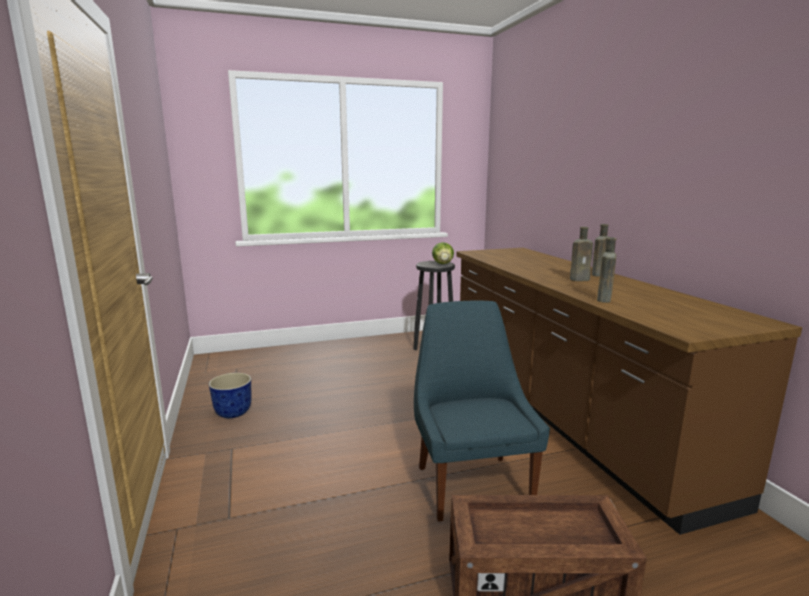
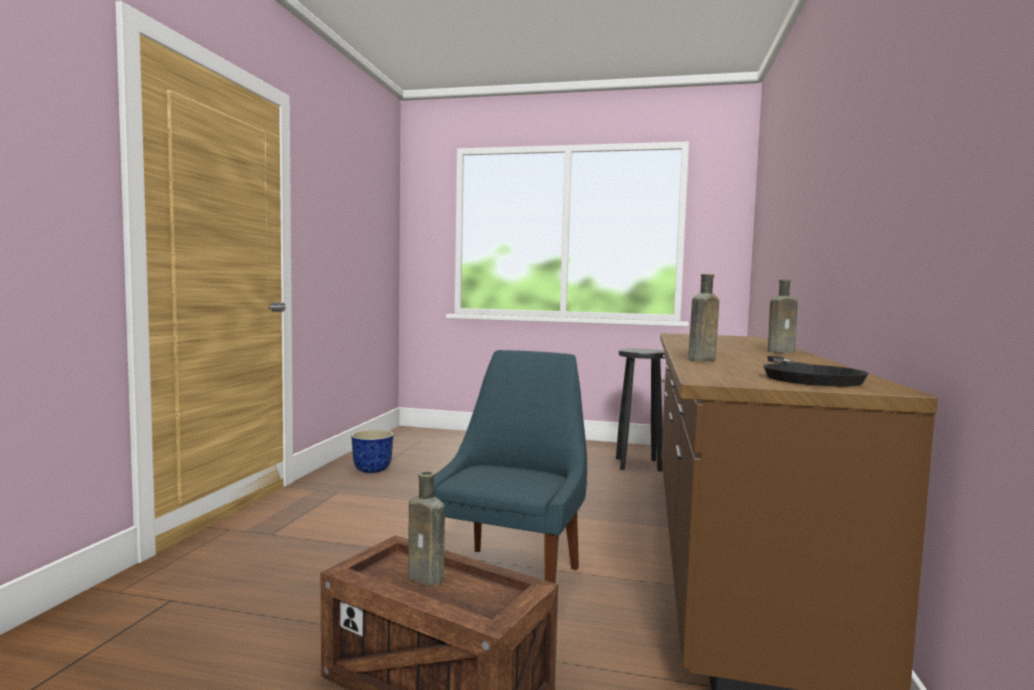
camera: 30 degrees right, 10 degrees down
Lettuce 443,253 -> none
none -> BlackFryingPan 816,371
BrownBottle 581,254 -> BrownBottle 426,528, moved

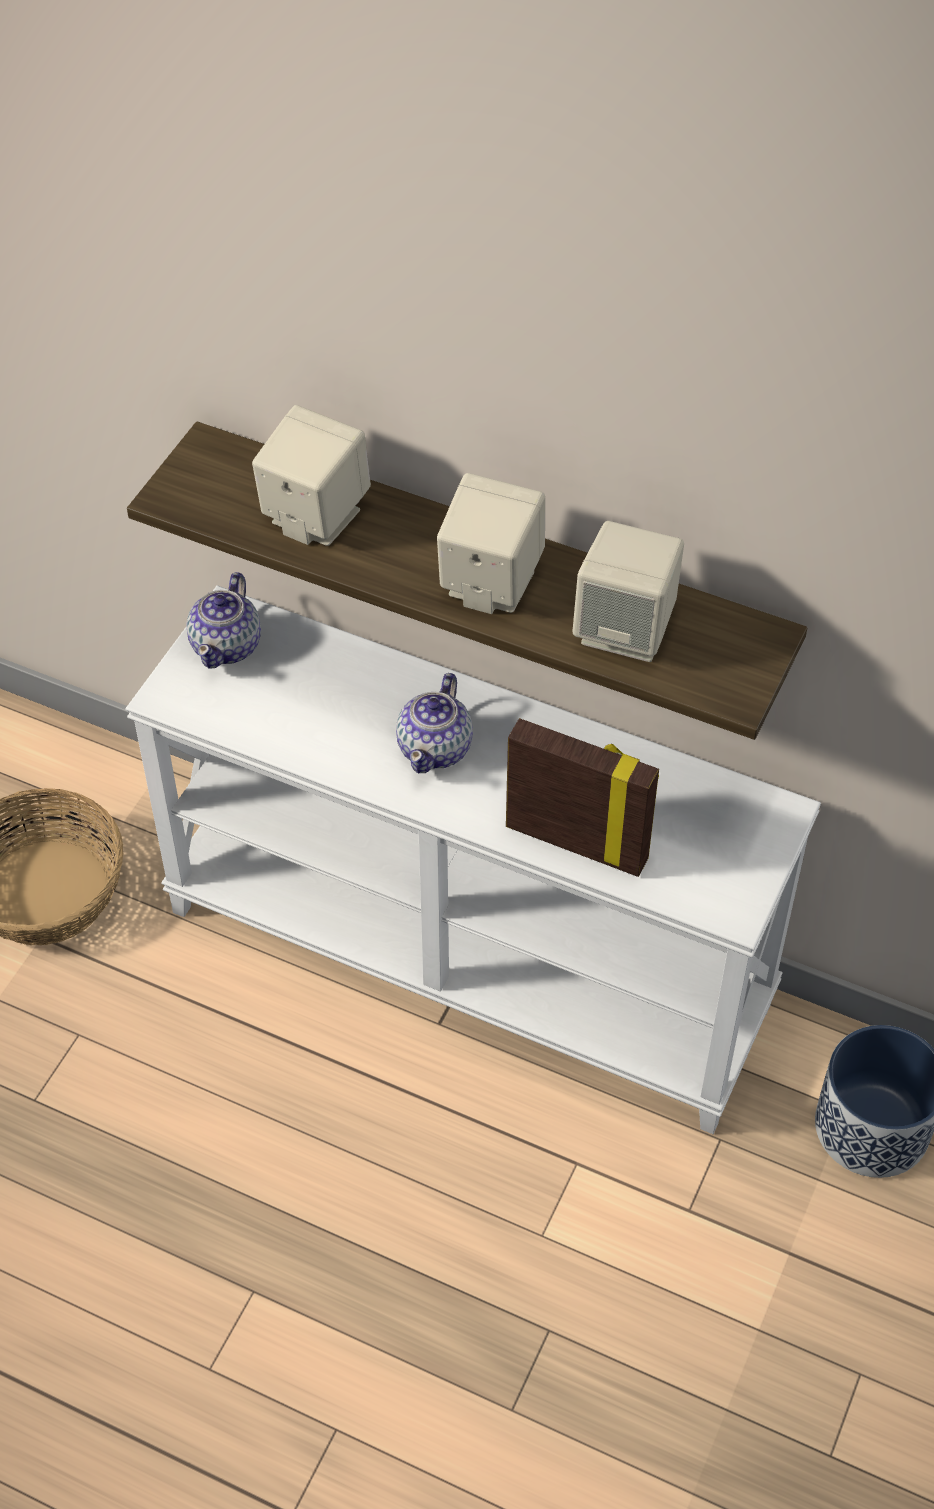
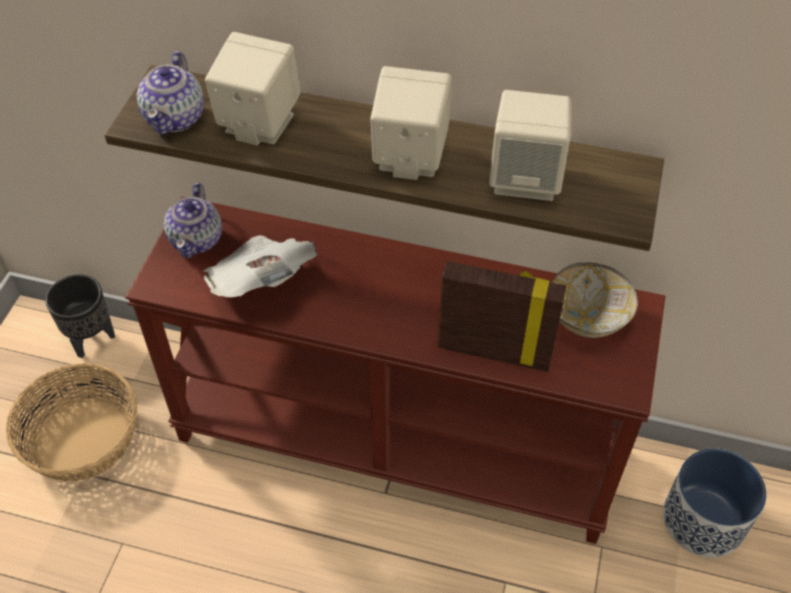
camera: 10 degrees left, 0 degrees up
none -> BlackPlanter 80,316
none -> Newspaper 260,266
none -> Bowl 595,300
Teapot 434,723 -> Teapot 170,93, moved
WhiteConsoleTable 473,859 -> BrownConsoleTable 395,370

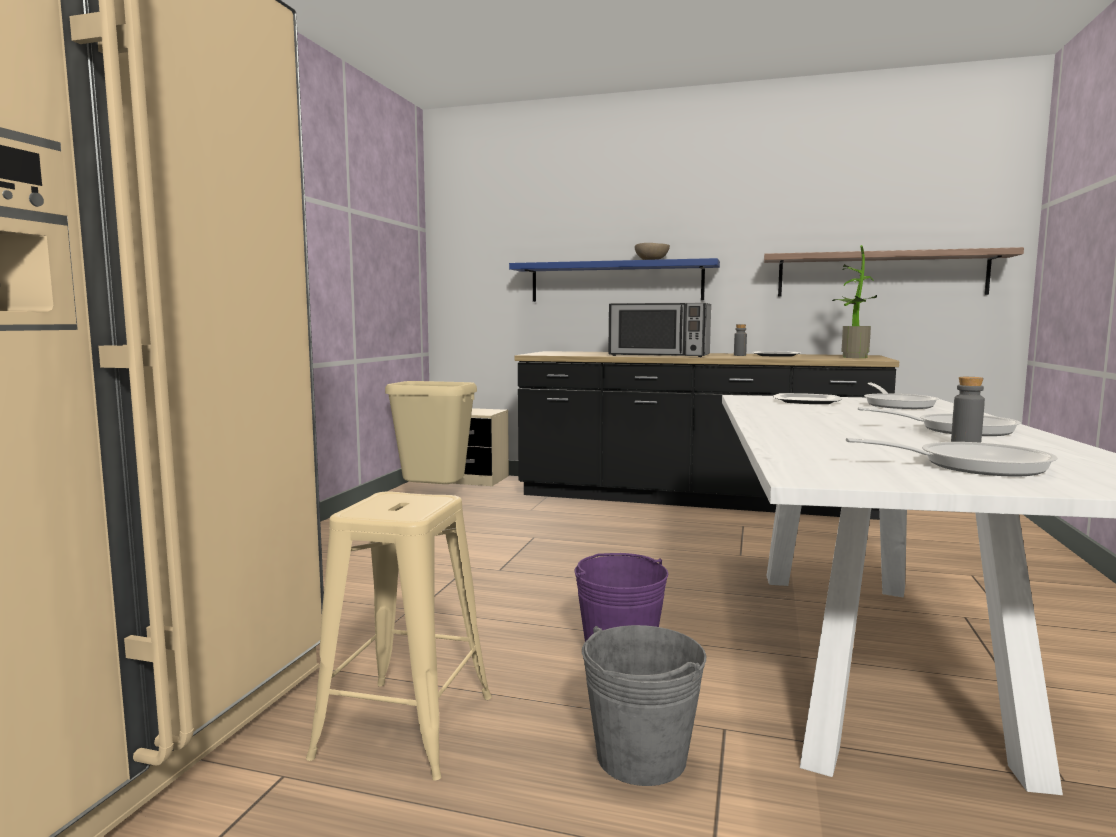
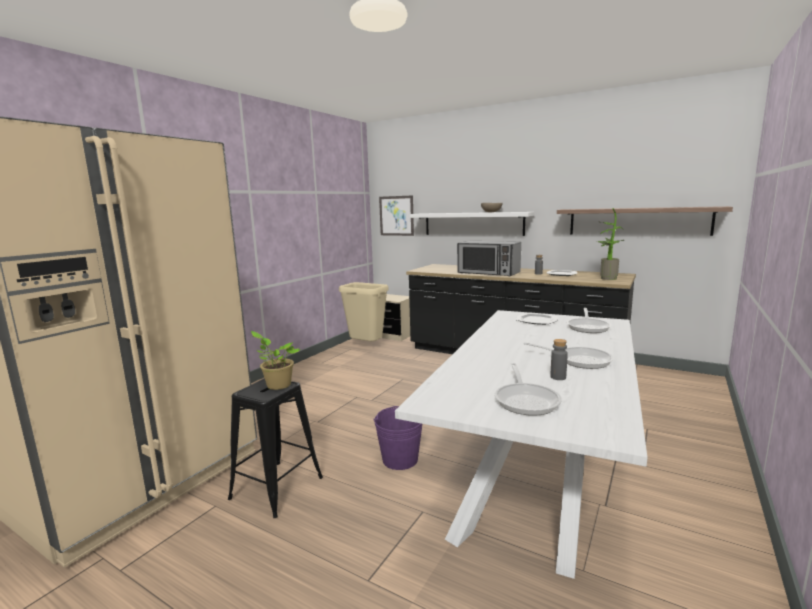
camera: 15 degrees right, 5 degrees up
GreyBucket 644,705 -> none
none -> PottedPlant 276,360
none -> Picture 396,215
BeigeStool 399,636 -> BlackStool 275,448
BlueShelf 614,280 -> WhiteShelf 472,224
FryingPan 952,457 -> FryingPan 528,389, 75 degrees clockwise

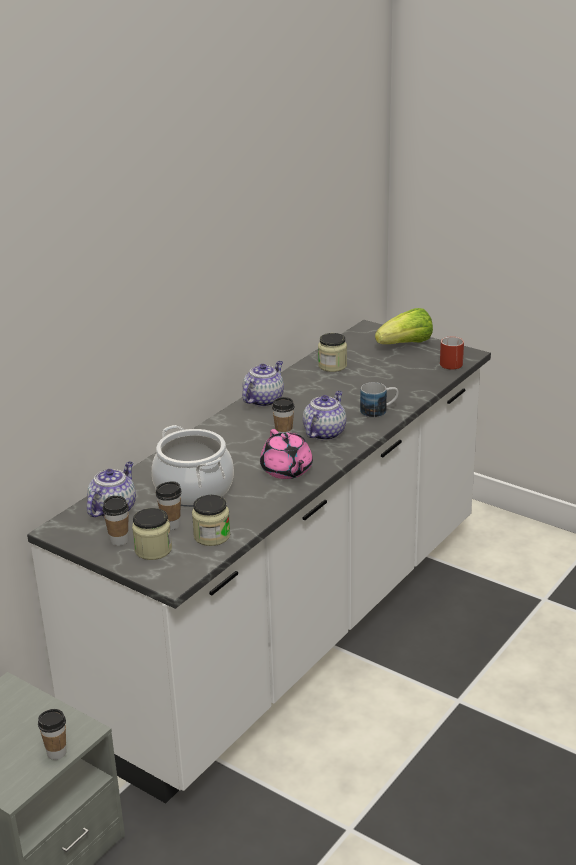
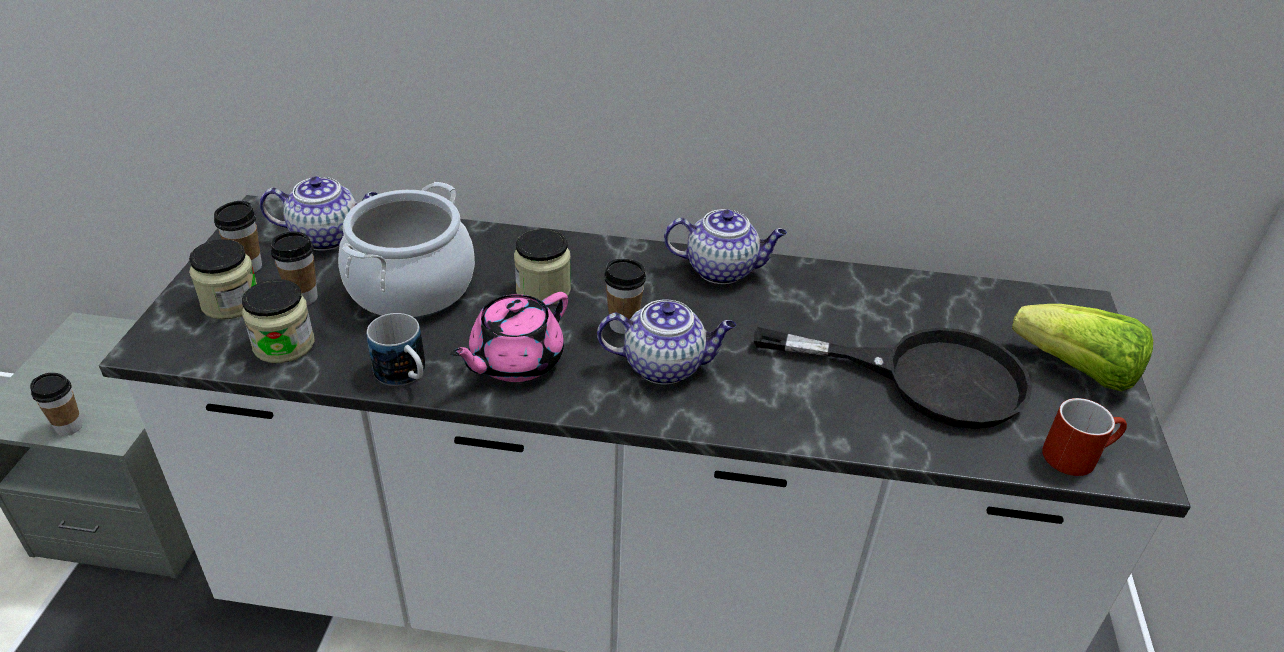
camera: 60 degrees right, 10 degrees up
none -> BlackFryingPan 893,378
Jar 332,352 -> Jar 542,267, moved
Mug 379,400 -> Mug 396,349, moved

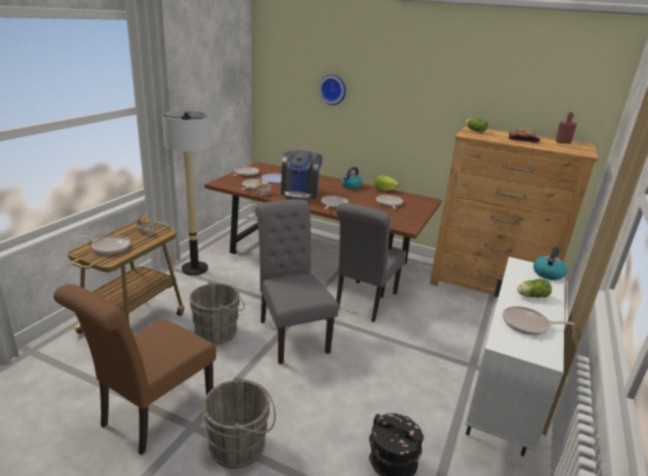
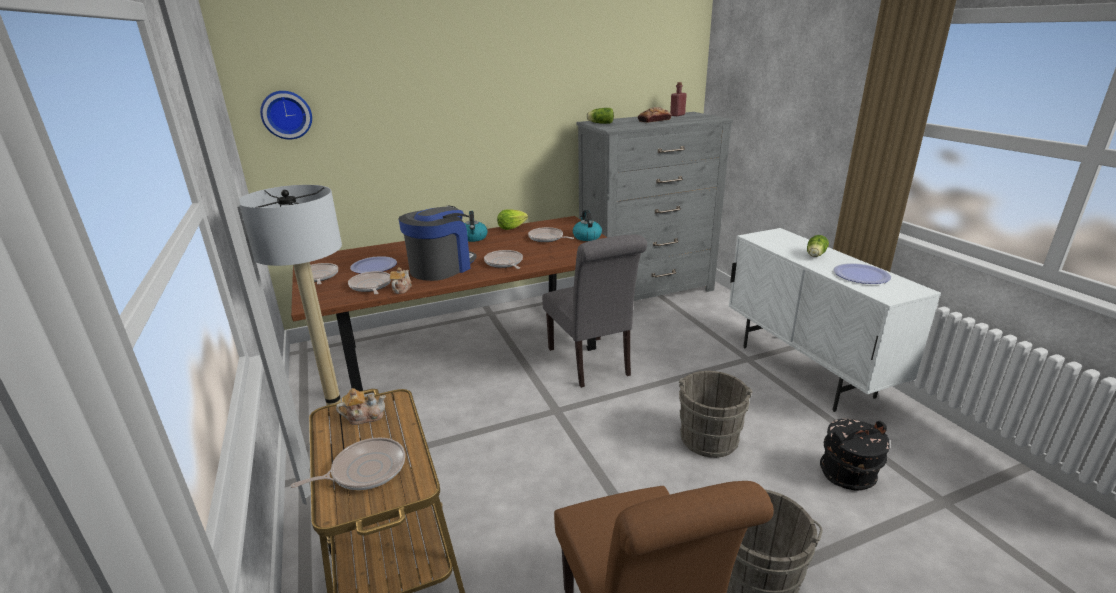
camera: 45 degrees left, 0 degrees up
GreyChair 297,281 -> none
GreyBucket 217,313 -> GreyBucket 715,414, moved
WallClock 332,89 -> WallClock 286,115, moved
Kettle 550,263 -> Kettle 587,225, moved
FryingPan 538,320 -> Plate 862,273
BrownDresser 514,210 -> GreyDresser 654,206
CoffeeMachine 302,175 -> CoffeeMachine 437,243, 105 degrees counterclockwise

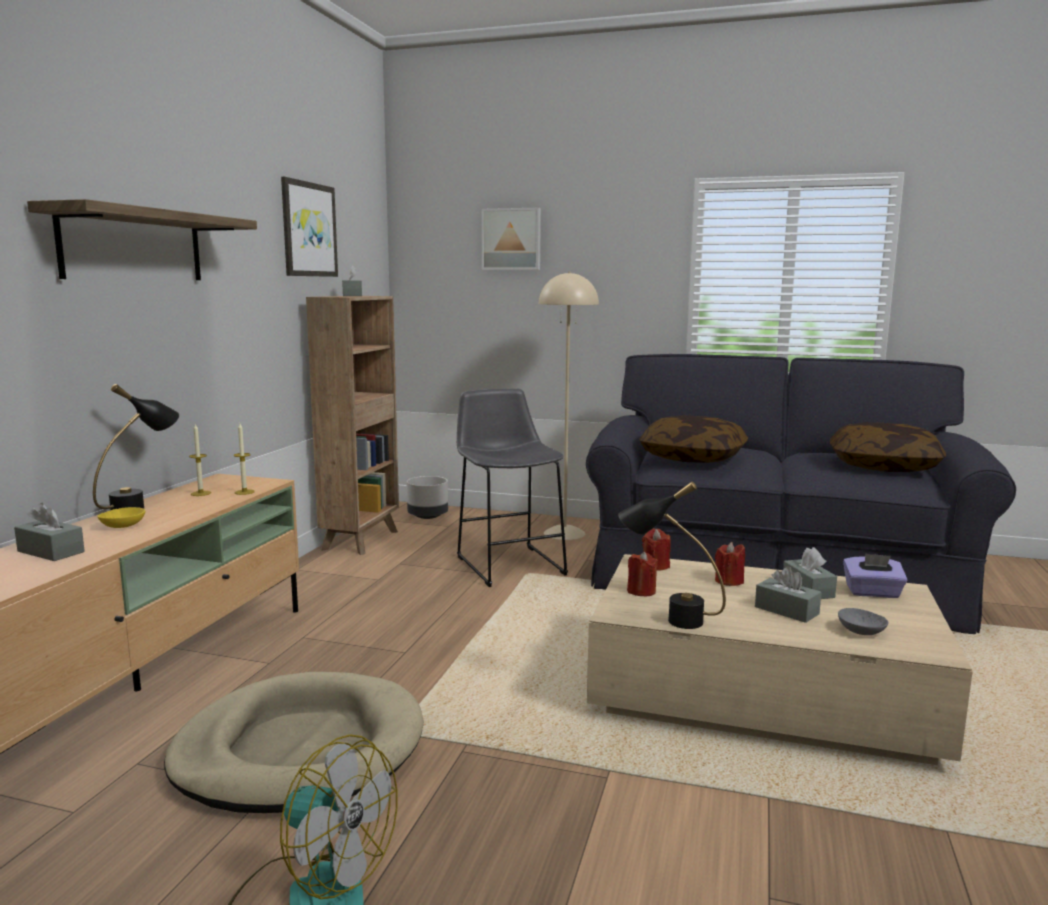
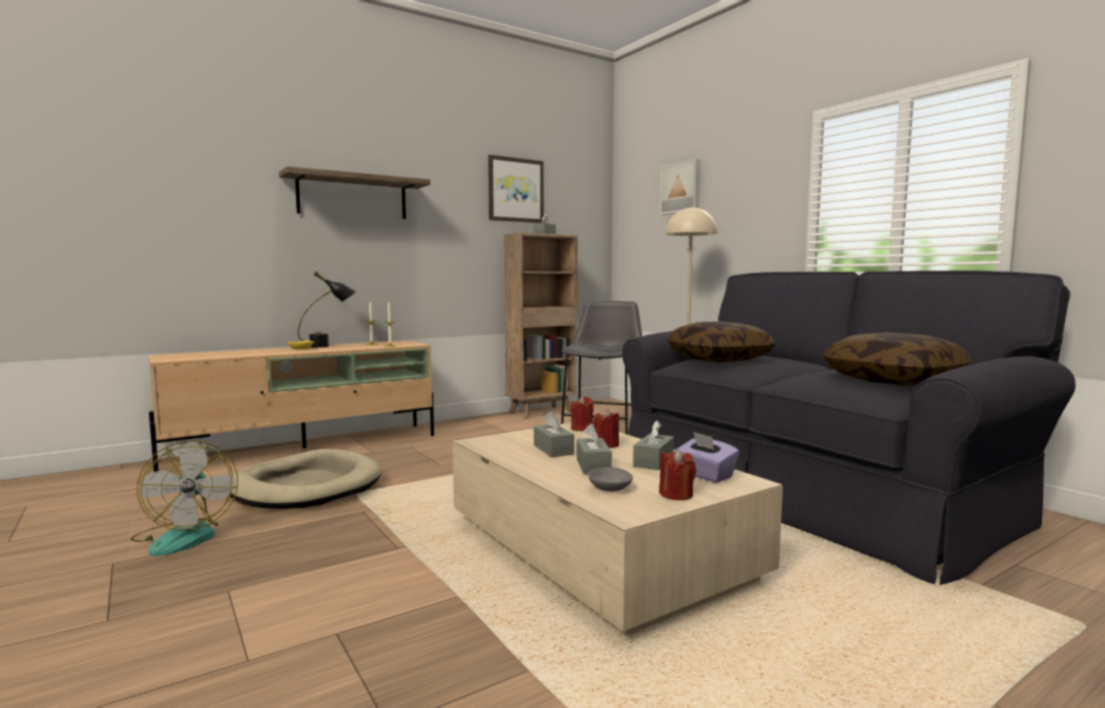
camera: 40 degrees right, 5 degrees down
GreyPlanter 427,497 -> none
BlackTableLamp 672,555 -> none
GreyTissueBox 49,532 -> GreyTissueBox 554,434, moved
RedCandle 642,574 -> RedCandle 677,474, moved

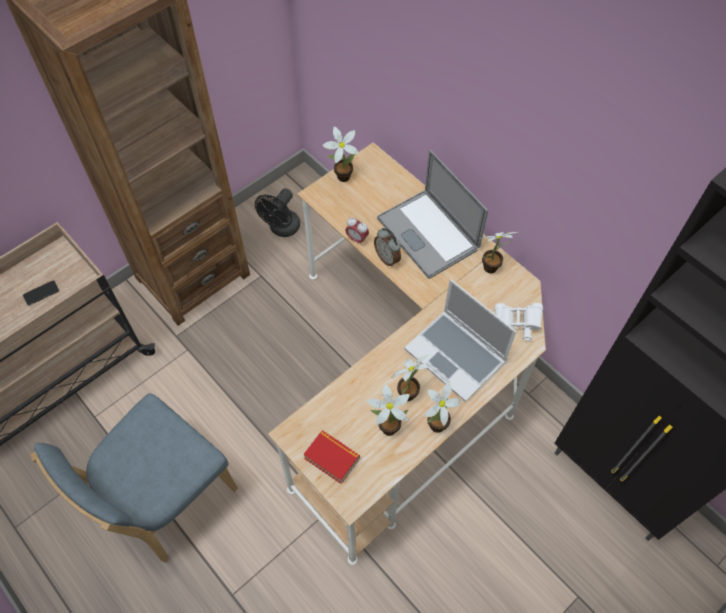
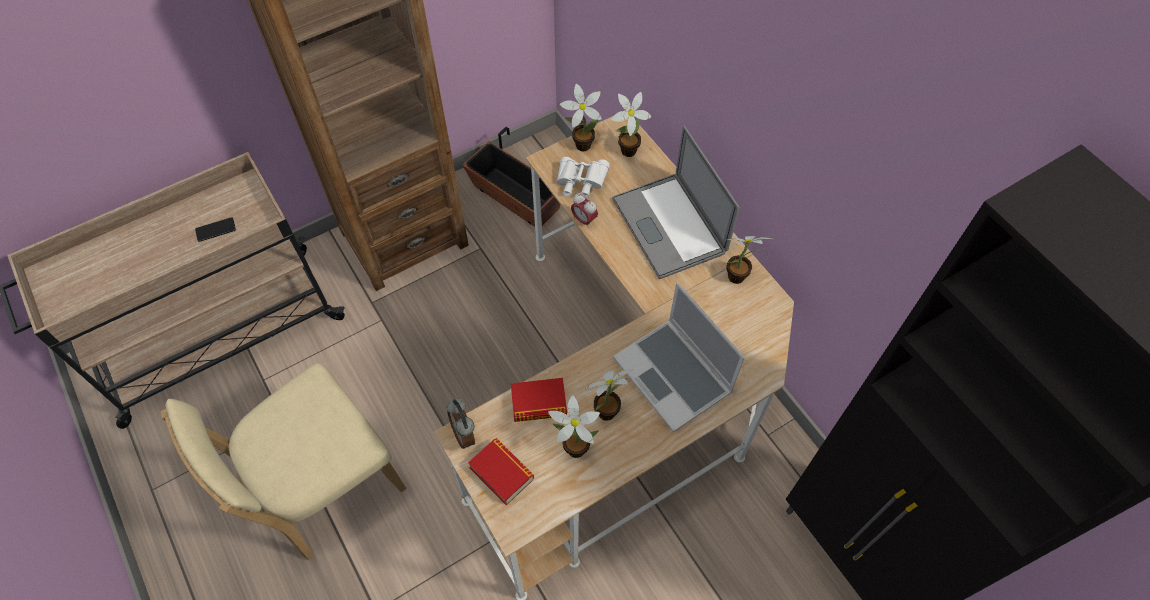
camera: 10 degrees right, 0 degrees up
none -> Book 539,400
AlarmClock 387,247 -> AlarmClock 461,424, moved
PottedPlant 443,407 -> PottedPlant 631,124, moved
WhiteBinoculars 518,322 -> WhiteBinoculars 583,177, moved
BlackFan 277,212 -> Planter 511,177
BlueChair 134,478 -> BeigeChair 283,461

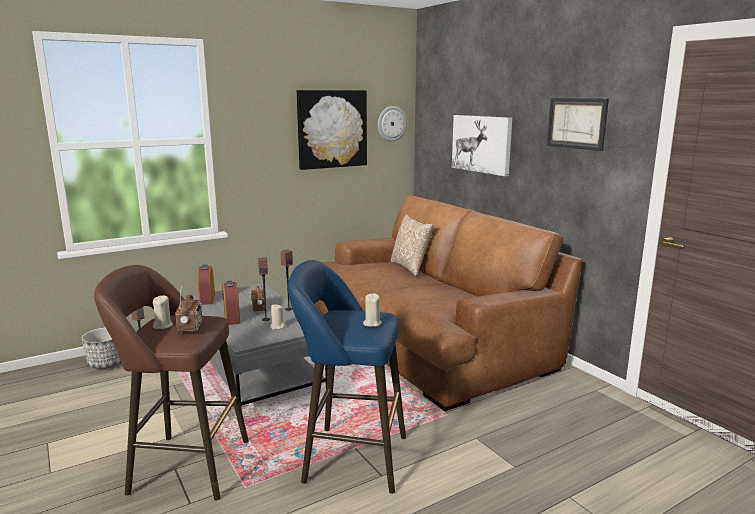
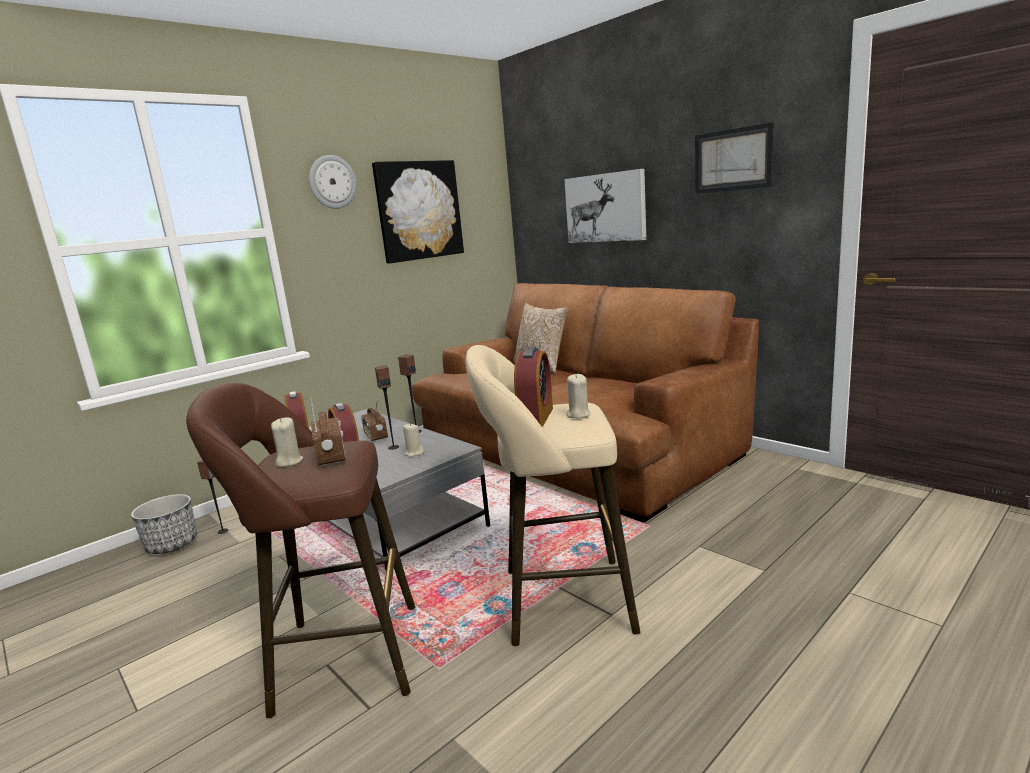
camera: 10 degrees left, 0 degrees up
none -> AlarmClock 533,387
WallClock 392,124 -> WallClock 333,182, moved
BlueStool 347,377 -> BeigeStool 552,495

